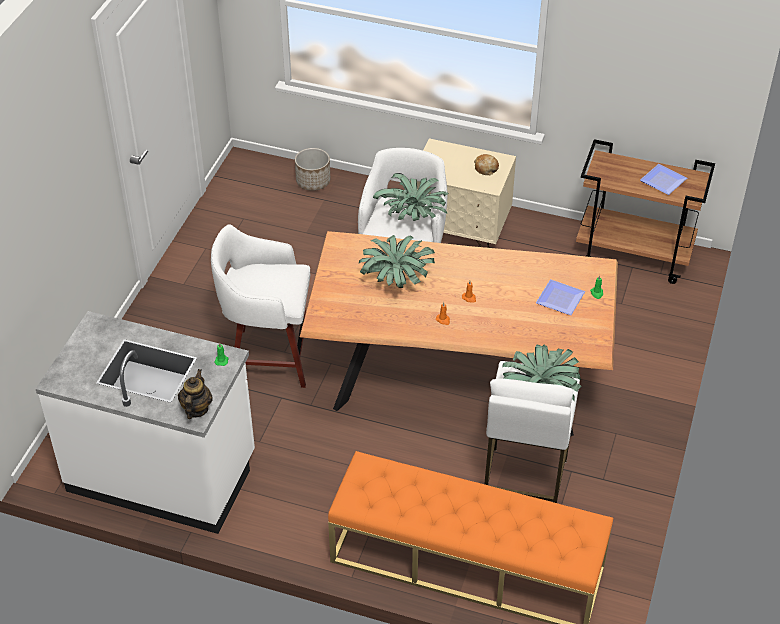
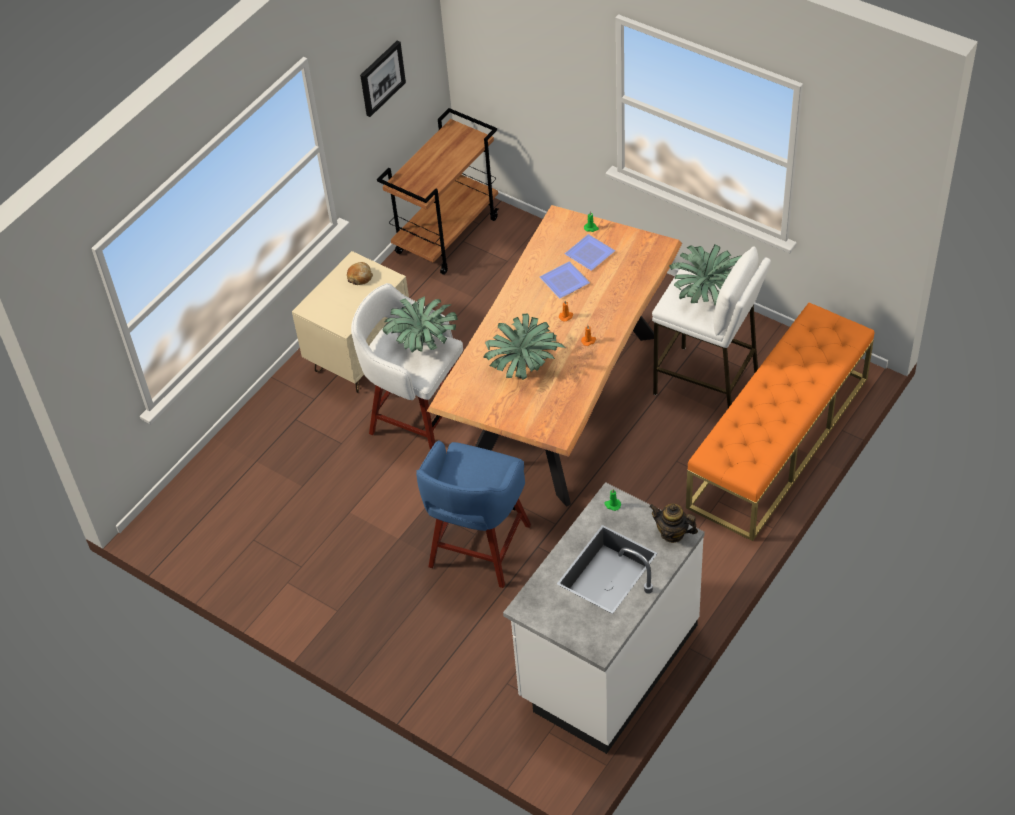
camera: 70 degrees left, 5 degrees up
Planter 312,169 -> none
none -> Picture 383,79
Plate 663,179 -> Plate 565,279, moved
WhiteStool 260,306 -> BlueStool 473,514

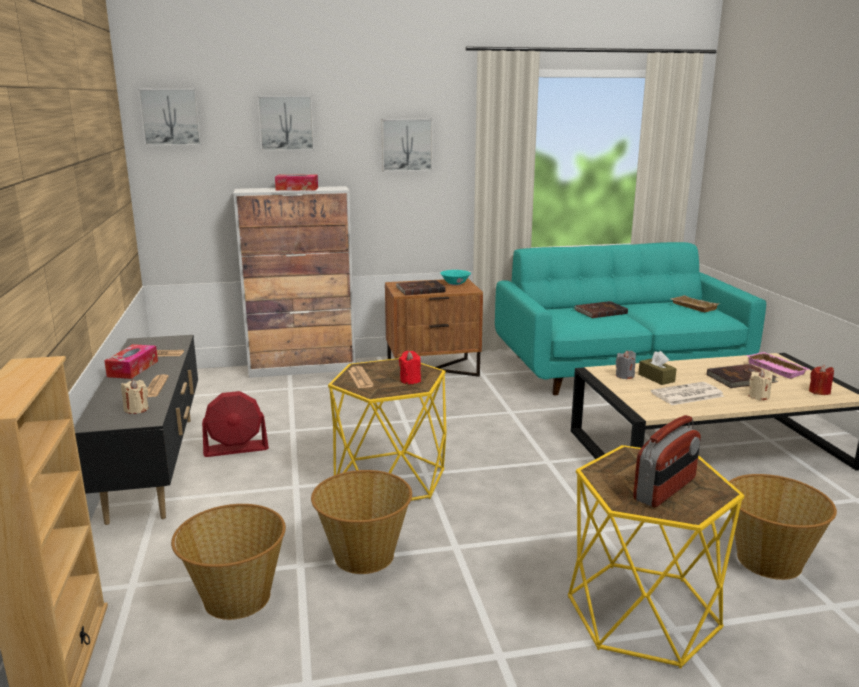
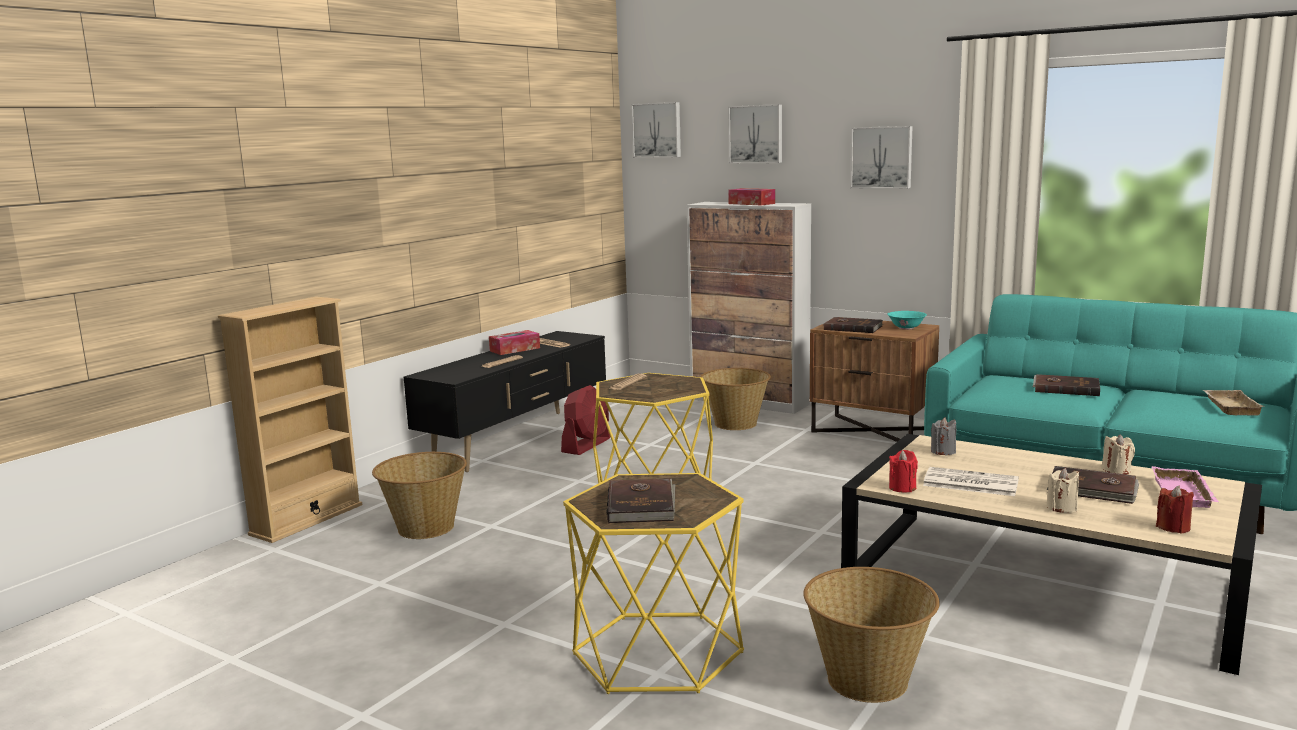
camera: 45 degrees right, 5 degrees down
BrownTissueBox 657,368 -> none
BeigeCandle 134,396 -> BeigeCandle 1118,454, moved
Basket 361,522 -> Basket 736,399, moved
RedCandle 410,367 -> RedCandle 903,471, moved
Radio 667,461 -> BrownBook 641,500
RedFan 235,424 -> RedFan 585,420, 90 degrees counterclockwise

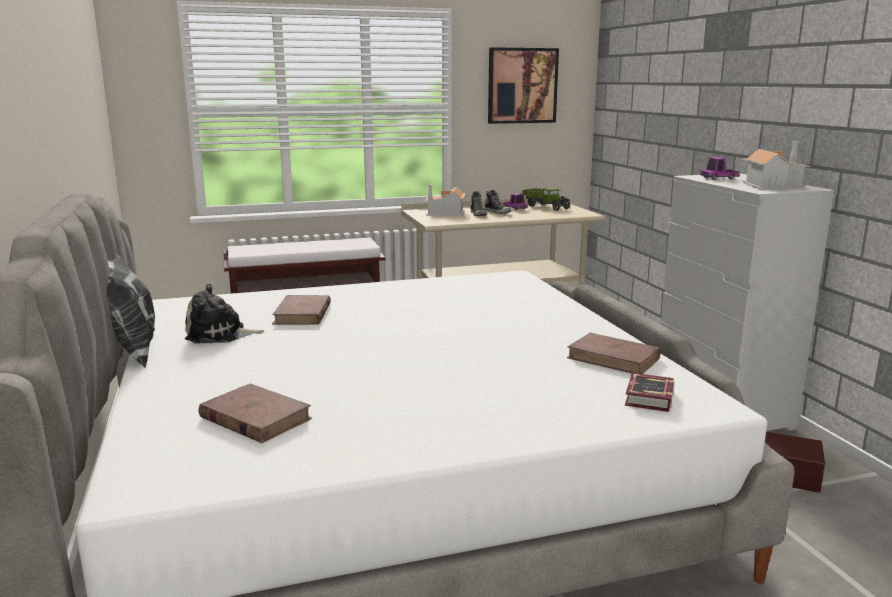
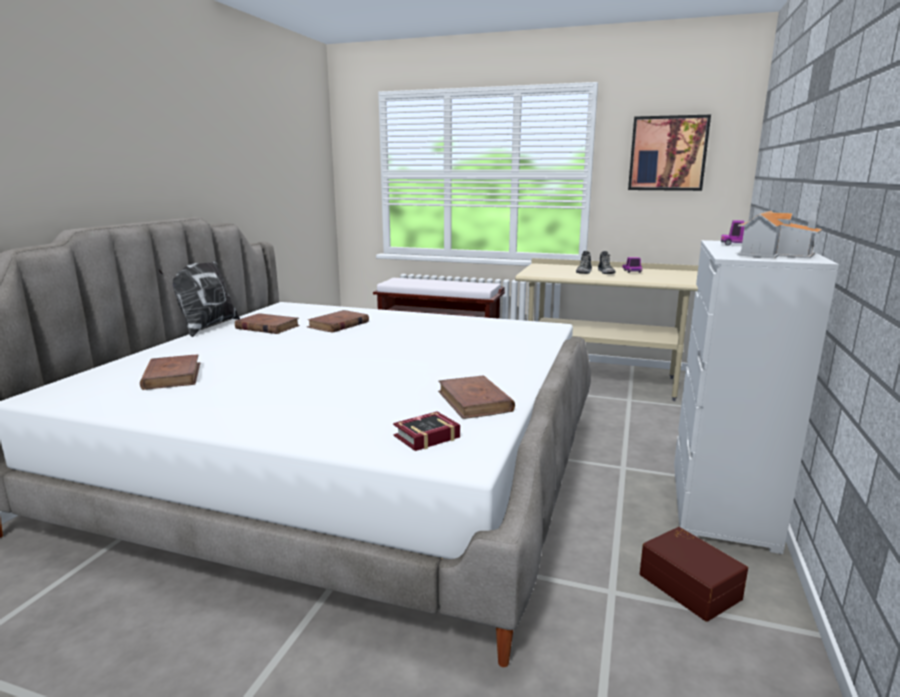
camera: 35 degrees right, 0 degrees up
ToyHouse 445,200 -> none
ToyTruck 546,199 -> none
PlushToy 224,313 -> BrownBook 267,323

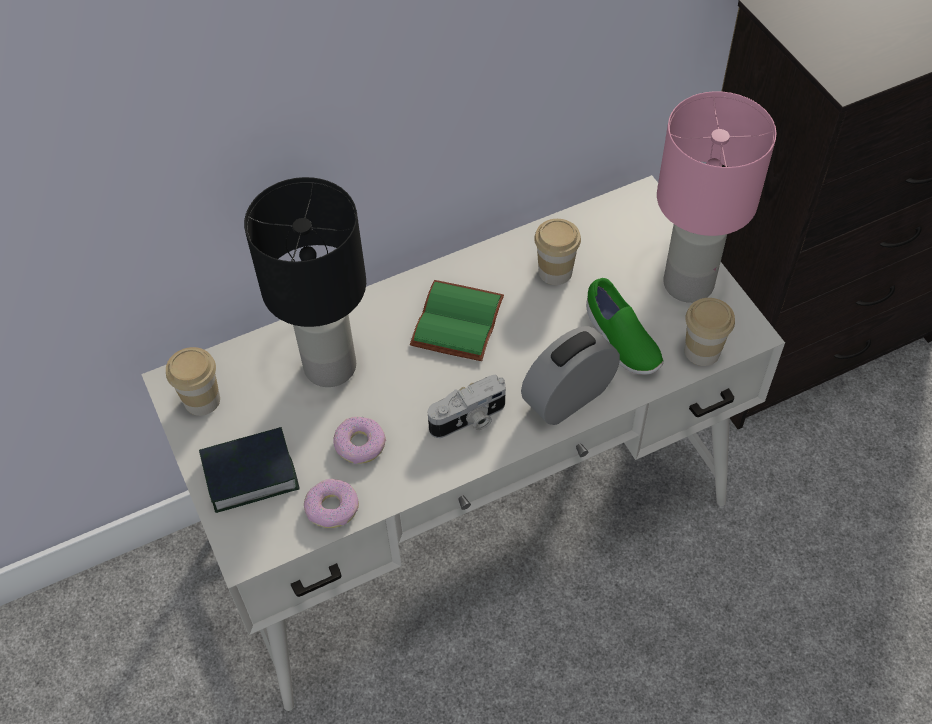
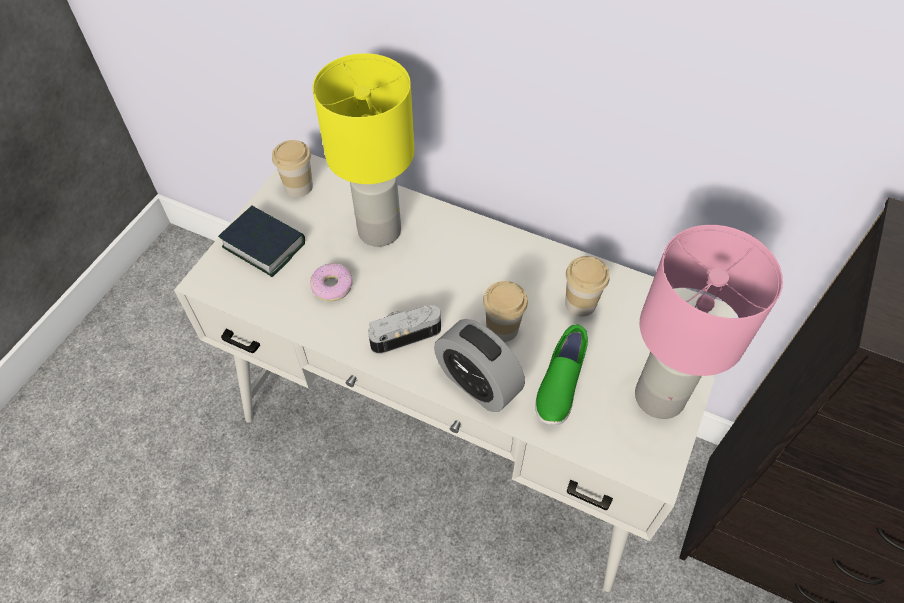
camera: 50 degrees right, 0 degrees up
Donut 331,503 -> none
GreenBook 457,320 -> none
Cup 710,332 -> Cup 505,311, moved
BlackTableLamp 305,282 -> YellowTableLamp 363,150
PhotoCamera 467,406 -> PhotoCamera 404,329, 135 degrees clockwise
AlarmClock 570,375 -> AlarmClock 479,365, 150 degrees counterclockwise

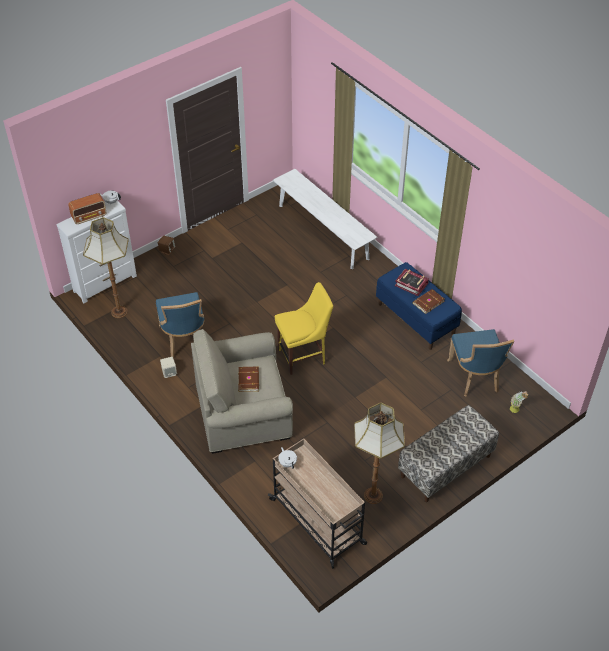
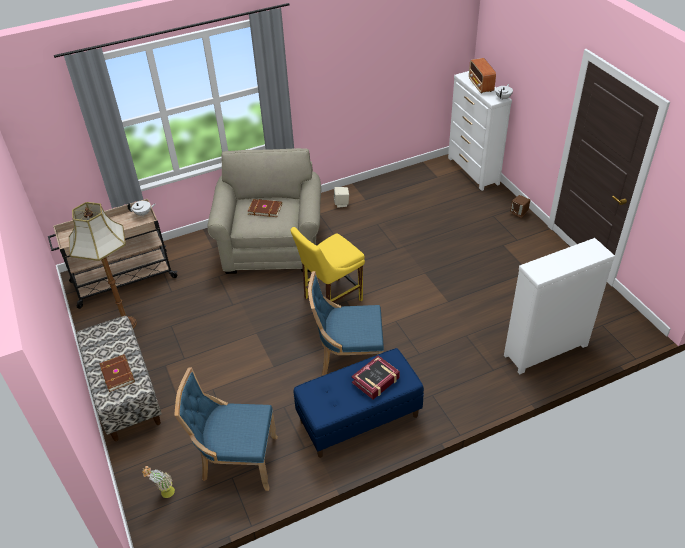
camera: 105 degrees right, 5 degrees down
FloorLamp 106,267 -> none
BlueChair 180,325 -> BlueChair 346,323, moved
BrownBook 429,301 -> BrownBook 117,373, moved
WhiteBench 325,219 -> WhiteDresser 559,306
YellowChair 304,328 -> YellowChair 327,264, 60 degrees clockwise

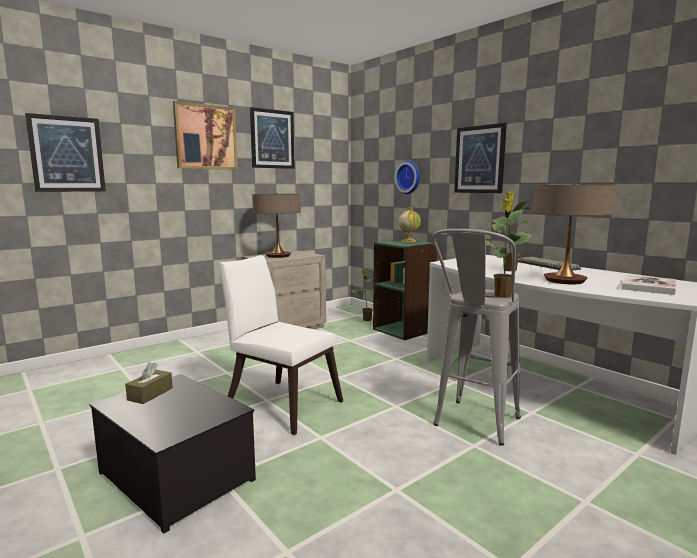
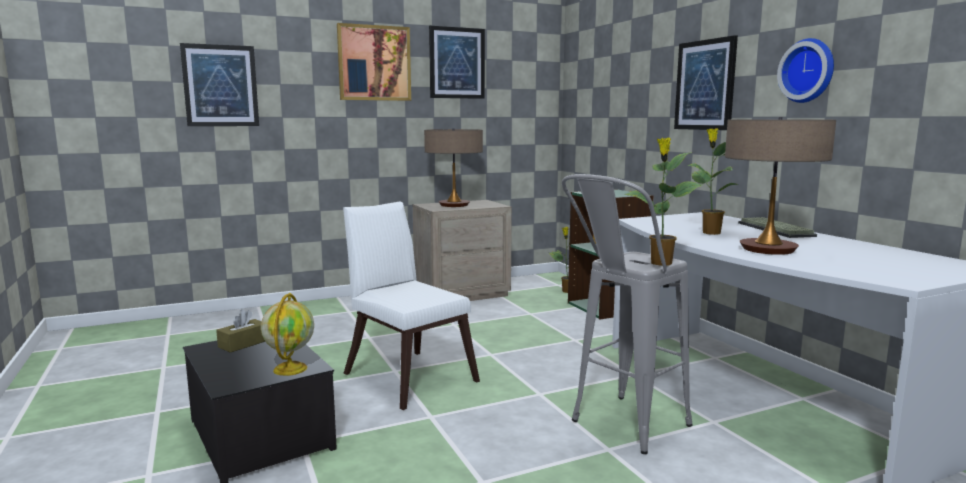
camera: 15 degrees right, 0 degrees up
Book 648,285 -> none
WallClock 407,177 -> WallClock 805,70, moved
Globe 410,224 -> Globe 287,334, moved

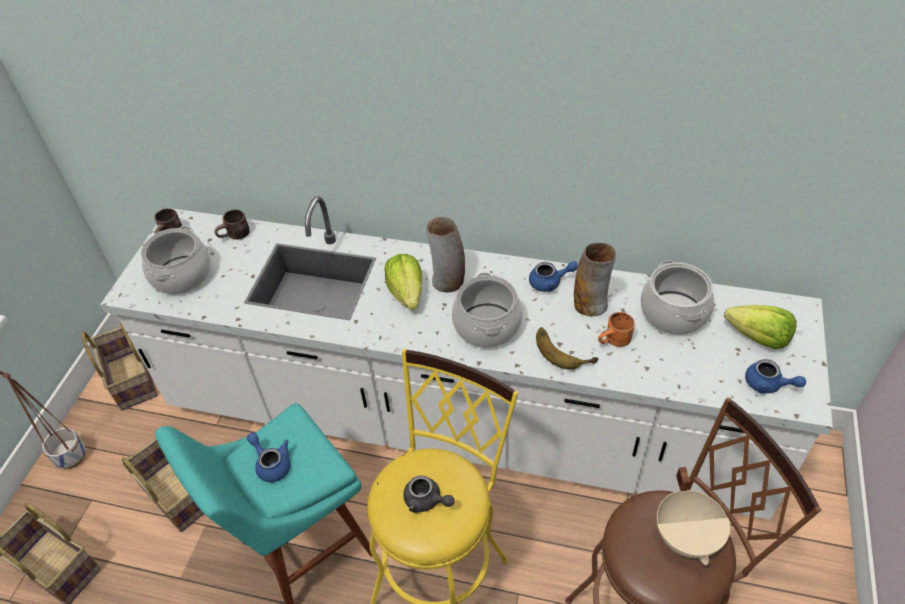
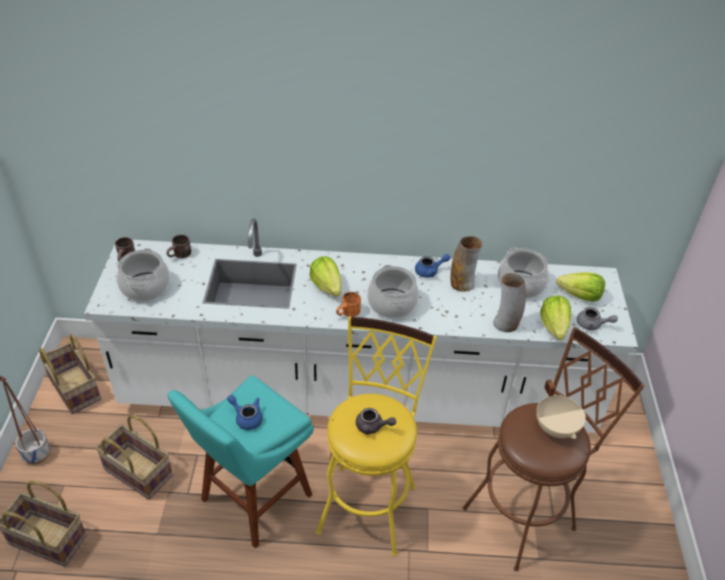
camera: 15 degrees left, 5 degrees down
Banana 567,348 -> none
none -> Lettuce 555,317
Vase 445,254 -> Vase 509,302, moved
OrangeMug 616,329 -> OrangeMug 348,304, moved
BlueTeapot 775,376 -> GreyTeapot 597,318

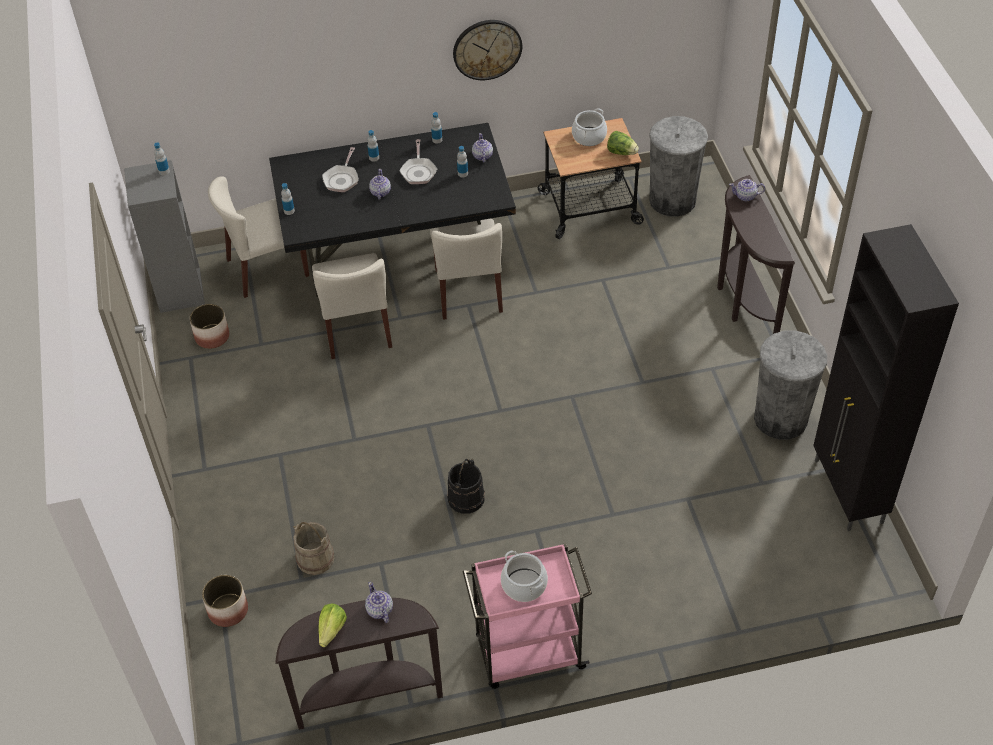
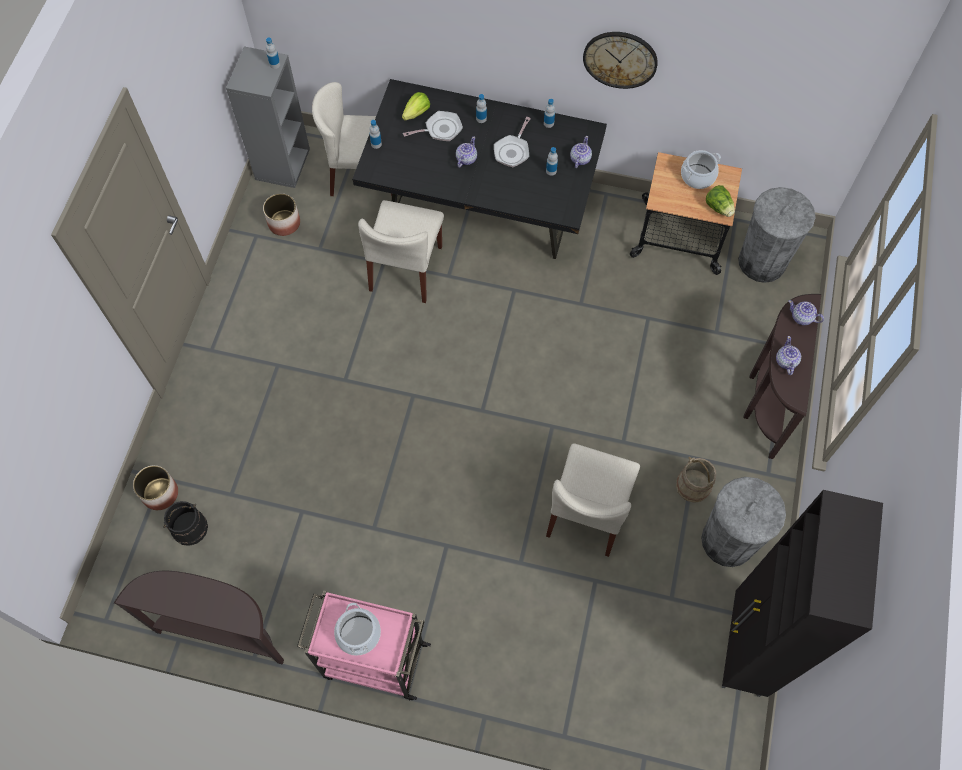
camera: 25 degrees right, 15 degrees up
BeigeBucket 314,548 -> BeigeBucket 696,480, moved
Lettuce 332,625 -> Lettuce 416,106, moved
Teapot 379,602 -> Teapot 788,355, moved
BeigeChair 466,269 -> BeigeChair 593,500, moved
BlackBucket 466,486 -> BlackBucket 185,523, moved
FryingPan 340,169 -> FryingPan 433,126, 150 degrees counterclockwise

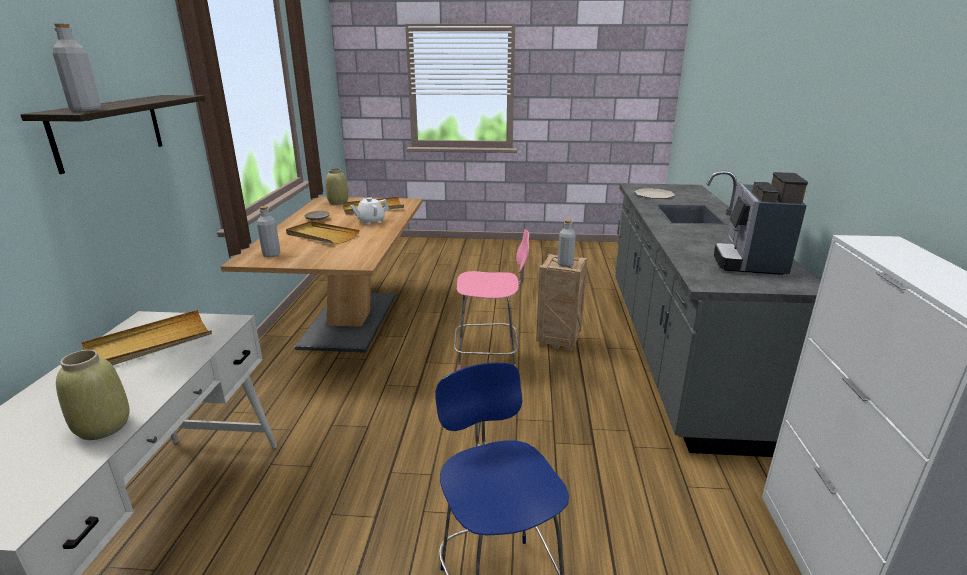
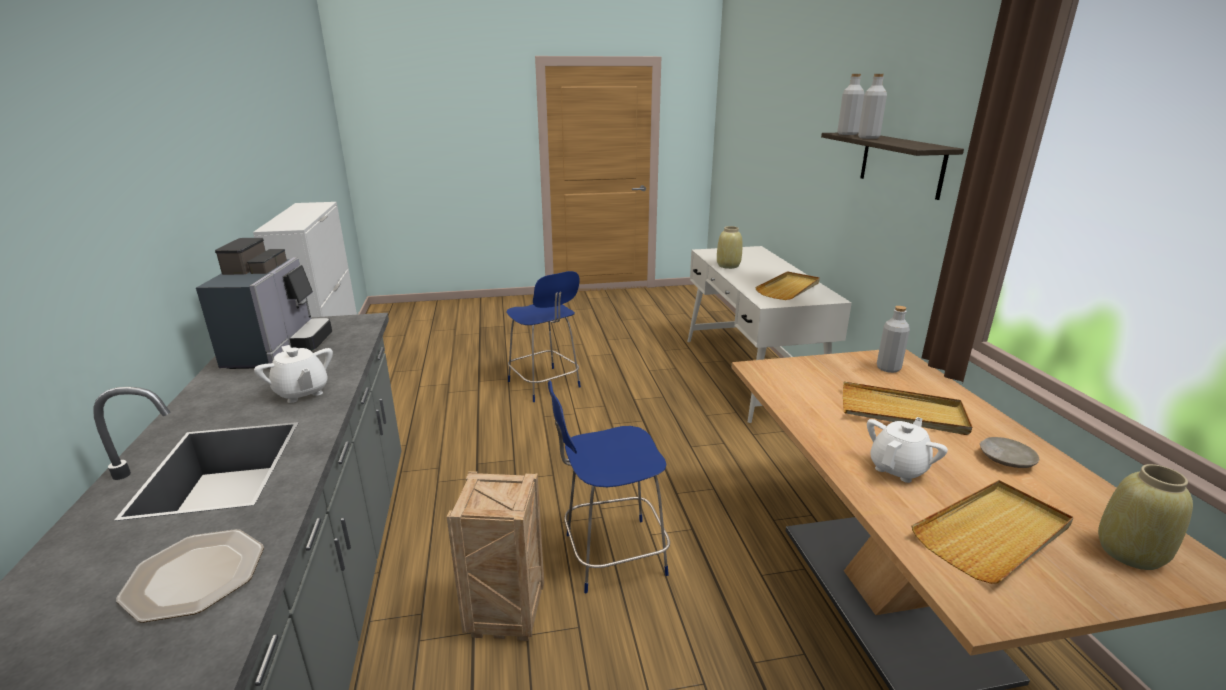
camera: 165 degrees right, 0 degrees up
none -> WhiteTeapot 293,374
GreyBottle 567,243 -> GreyBottle 872,106, moved
PinkChair 491,299 -> BlueChair 609,486

